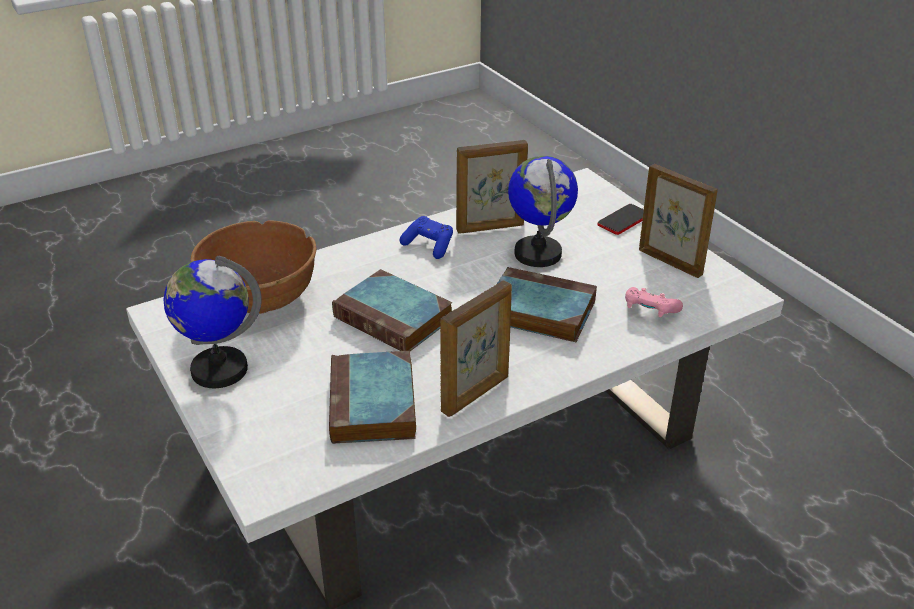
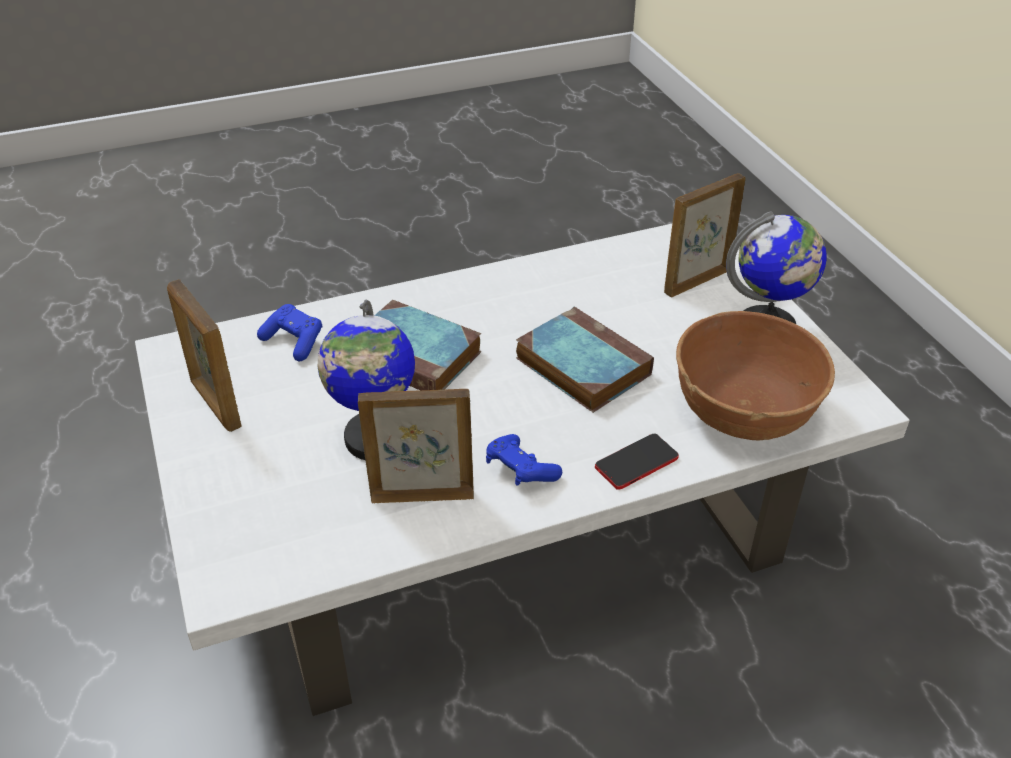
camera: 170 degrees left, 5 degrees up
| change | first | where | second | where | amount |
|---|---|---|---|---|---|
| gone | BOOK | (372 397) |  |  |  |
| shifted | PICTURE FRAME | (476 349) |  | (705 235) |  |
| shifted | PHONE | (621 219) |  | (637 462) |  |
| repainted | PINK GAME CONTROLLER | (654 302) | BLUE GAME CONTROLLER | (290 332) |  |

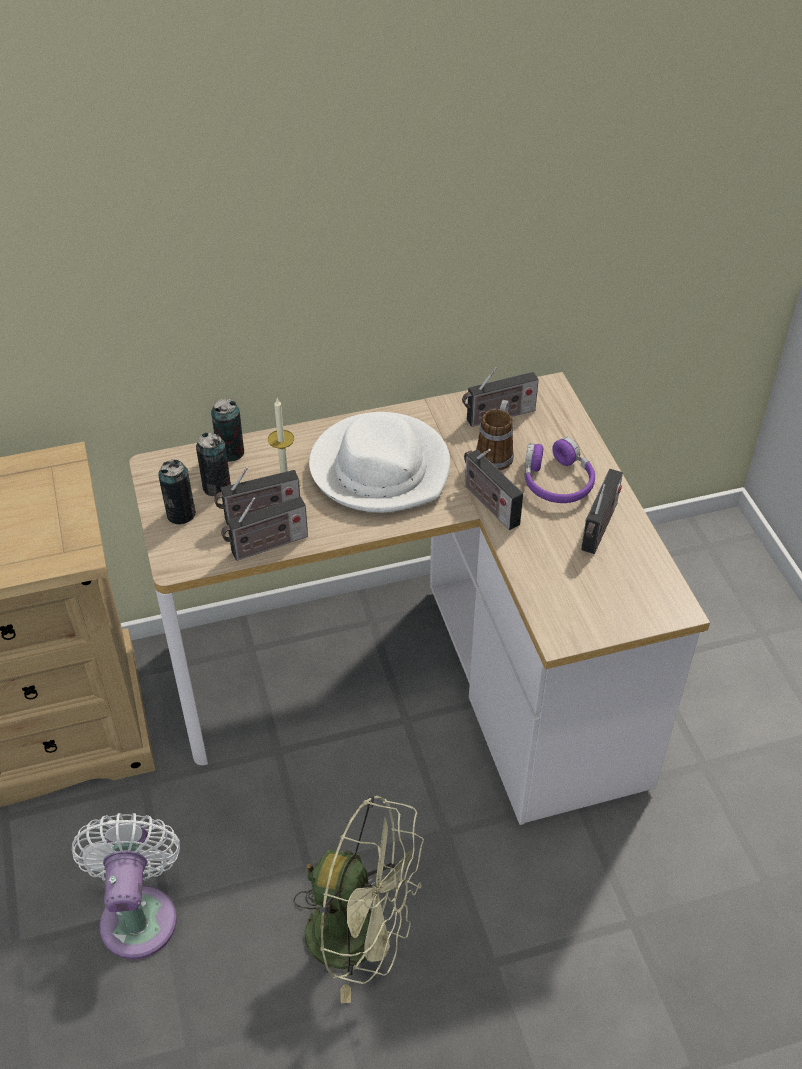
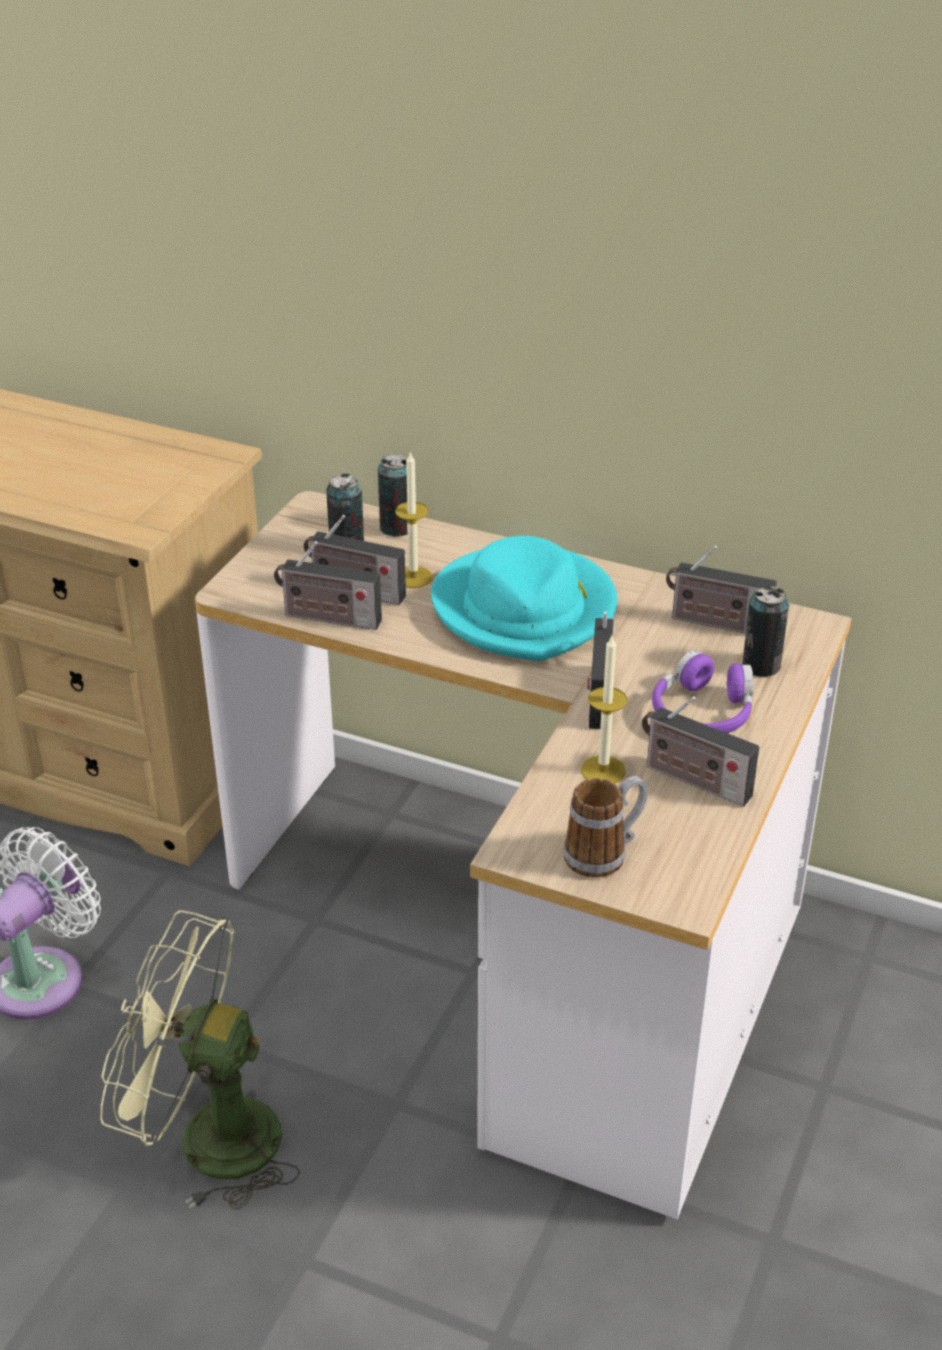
camera: 40 degrees right, 10 degrees down
| change | first | where | second | where | amount |
|---|---|---|---|---|---|
| new |  |  | CANDLE | (604 710) |  |
| shifted | CAN | (177 492) |  | (766 631) |  |
| shifted | MUG | (495 435) |  | (605 827) |  |
| repainted | WHITE HAT | (379 462) | TURQUOISE HAT | (524 598) |  |
| rotated | GREEN FAN | (358 899) |  | (200 1060) | 135 degrees clockwise |
| rotated | RADIO | (602 511) |  | (700 751) | 60 degrees clockwise |

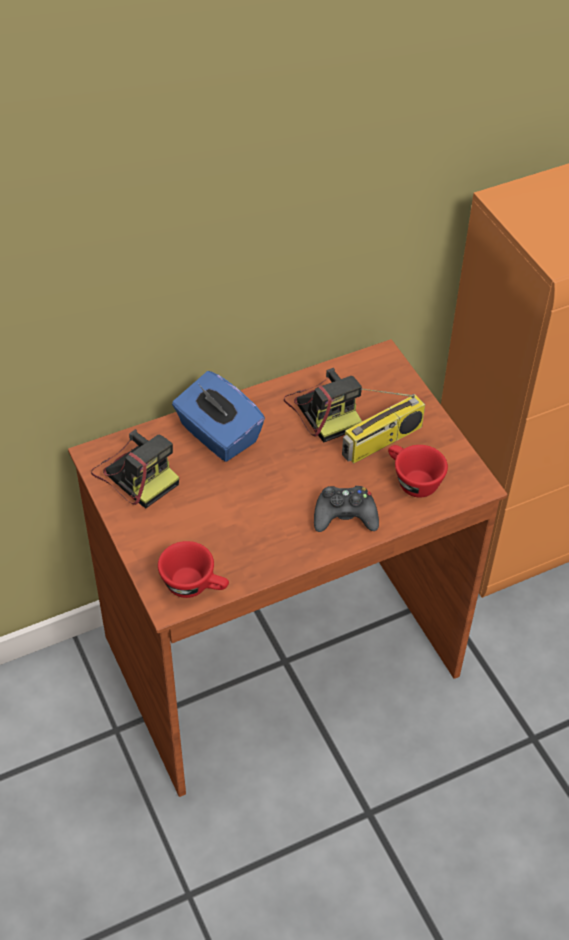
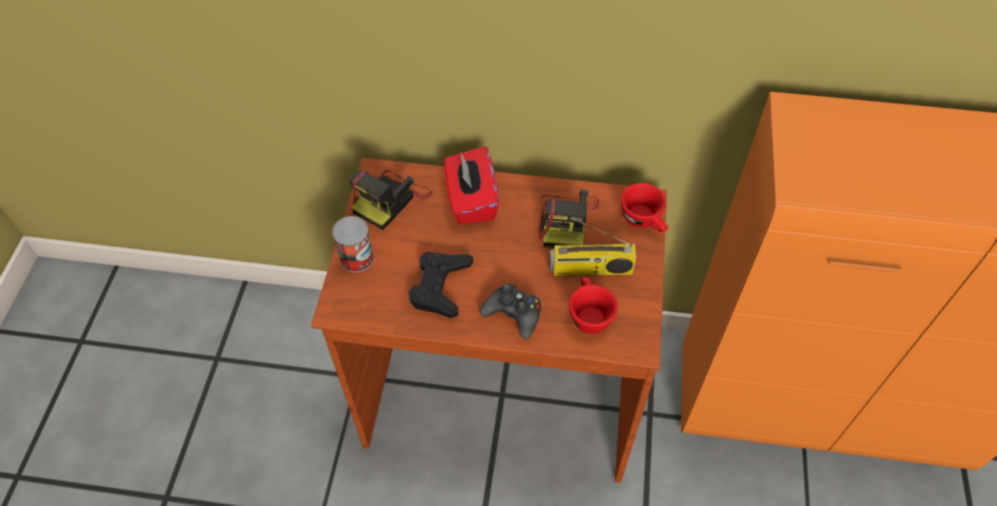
camera: 35 degrees right, 5 degrees up
| change | first | where | second | where | amount |
|---|---|---|---|---|---|
| new |  |  | CAN | (353 244) |  |
| new |  |  | BLACK GAME CONTROLLER | (440 285) |  |
| shifted | RED CUP | (193 569) |  | (644 207) |  |
| repainted | BLUE TISSUE BOX | (218 416) | RED TISSUE BOX | (471 185) |  |
| rotated | PHOTO CAMERA | (135 468) |  | (390 200) | 45 degrees clockwise |

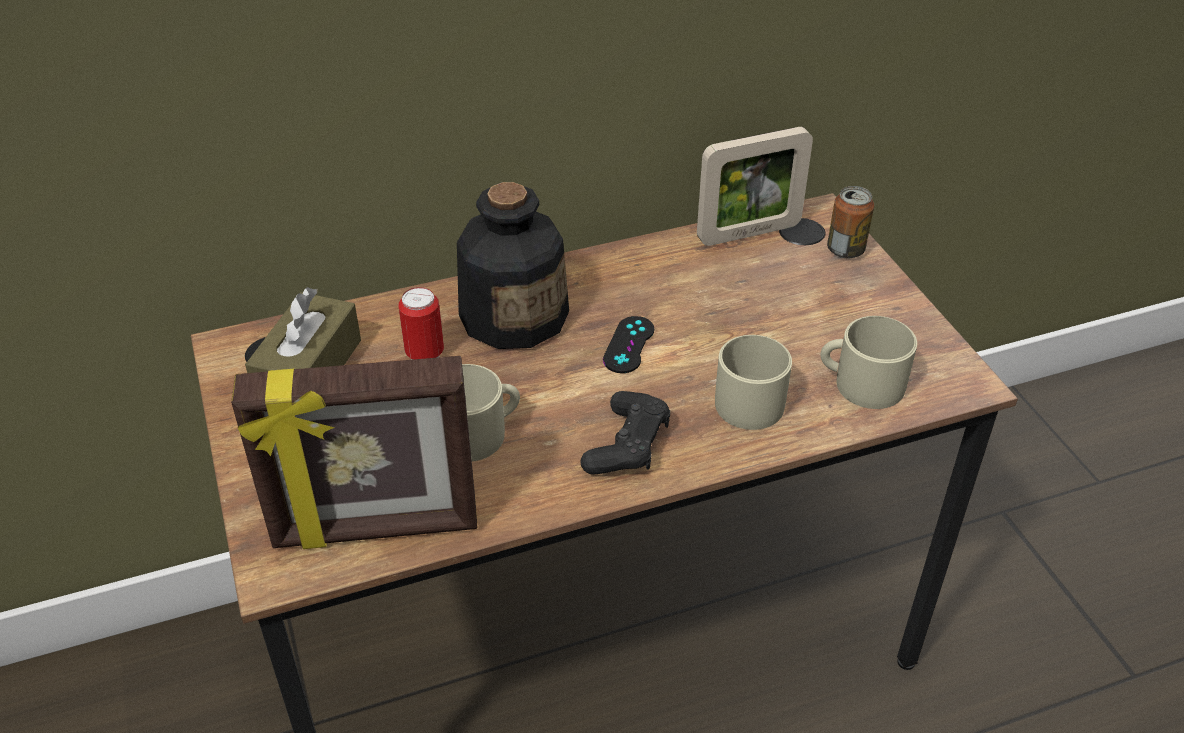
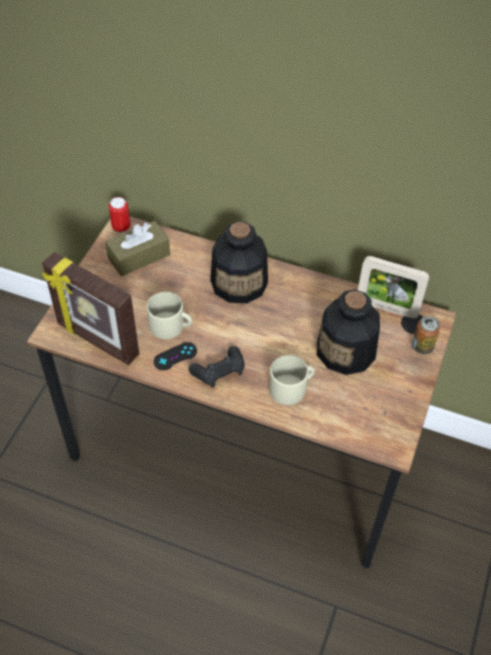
camera: 40 degrees right, 10 degrees up
| change | first | where | second | where | amount |
|---|---|---|---|---|---|
| gone | BEIGE MUG | (869 362) |  |  |  |
| new |  |  | BOTTLE | (348 332) |  |
| shifted | CAN | (421 323) |  | (120 215) |  |
| shifted | BLACK GAME CONTROLLER | (628 344) |  | (175 356) |  |

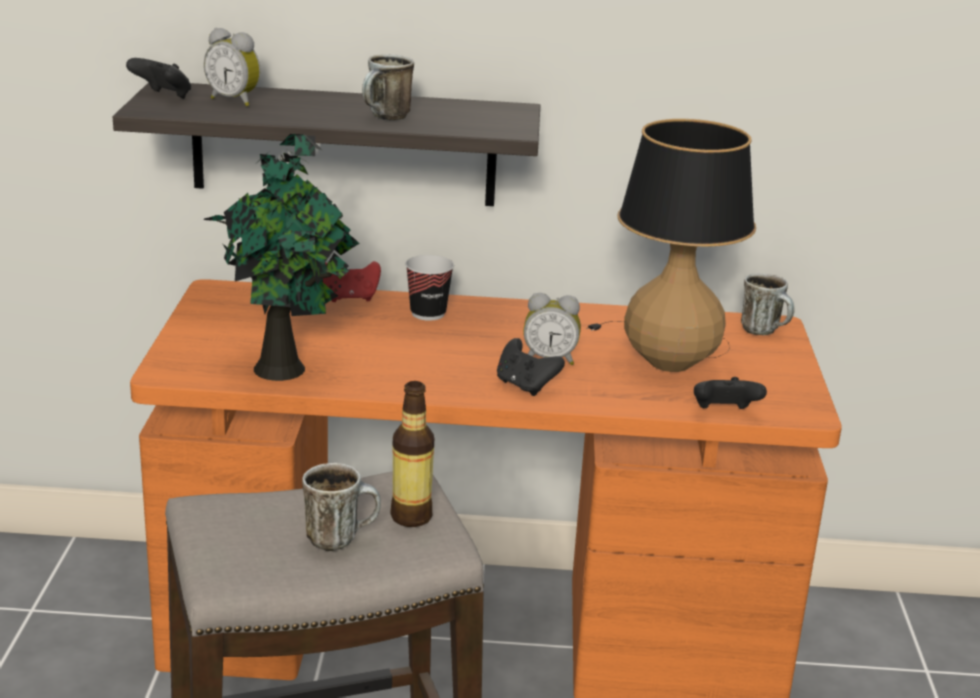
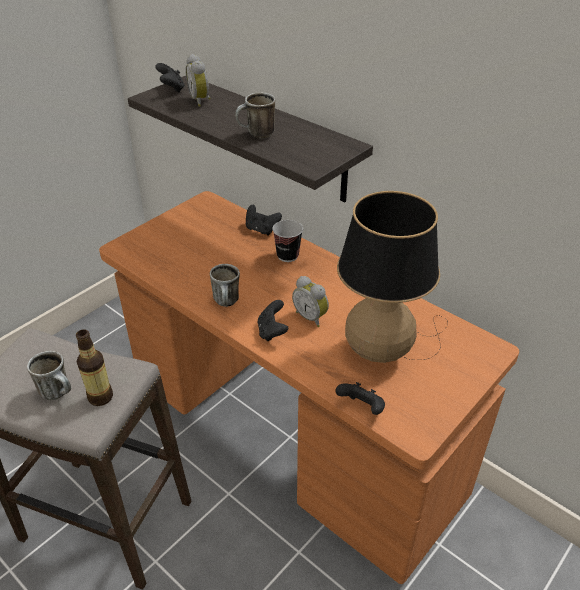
camera: 40 degrees right, 15 degrees up
| change | first | where | second | where | amount |
|---|---|---|---|---|---|
| gone | POTTED PLANT | (281 257) |  |  |  |
| shifted | MUG | (767 304) |  | (225 285) |  |
| repainted | RED GAME CONTROLLER | (352 281) | BLACK GAME CONTROLLER | (264 220) |  |

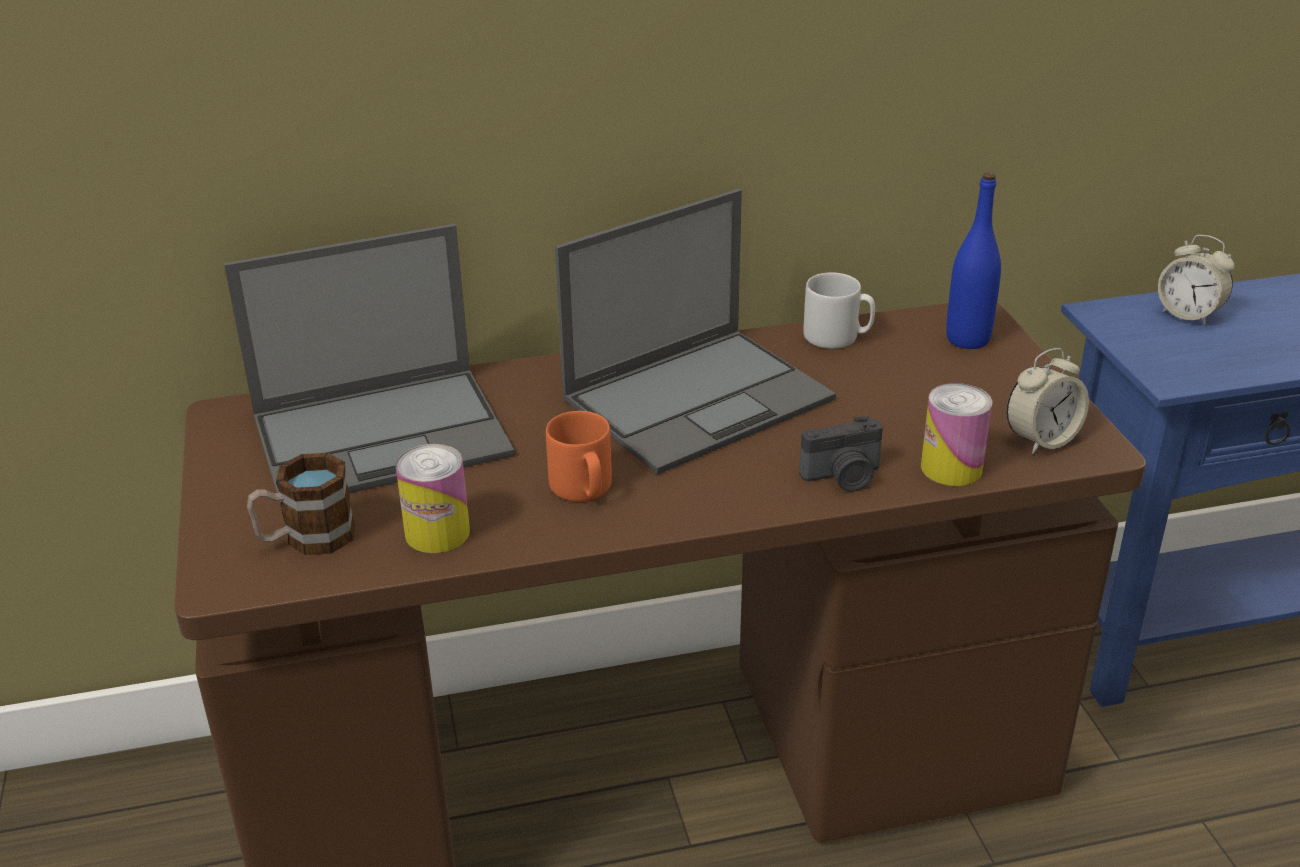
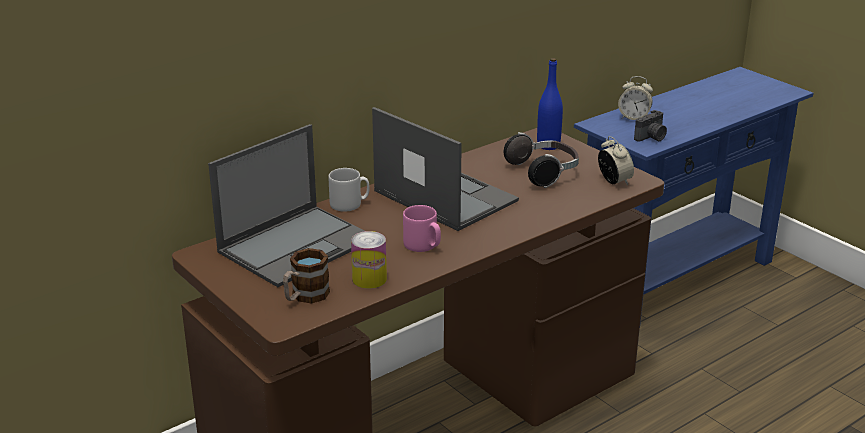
camera: 25 degrees left, 5 degrees down
| change | first | where | second | where | amount |
|---|---|---|---|---|---|
| gone | CAN | (957 434) |  |  |  |
| new |  |  | HEADPHONES | (541 160) |  |
| shifted | PHOTO CAMERA | (841 454) |  | (650 126) |  |
| shifted | GREY MUG | (839 310) |  | (348 190) |  |
| repainted | ORANGE MUG | (579 456) | PINK MUG | (422 228) |  |
| rotated | LAPTOP | (695 331) |  | (445 169) | 75 degrees counterclockwise |
| rotated | ALARM CLOCK | (1047 401) |  | (616 160) | 60 degrees counterclockwise |

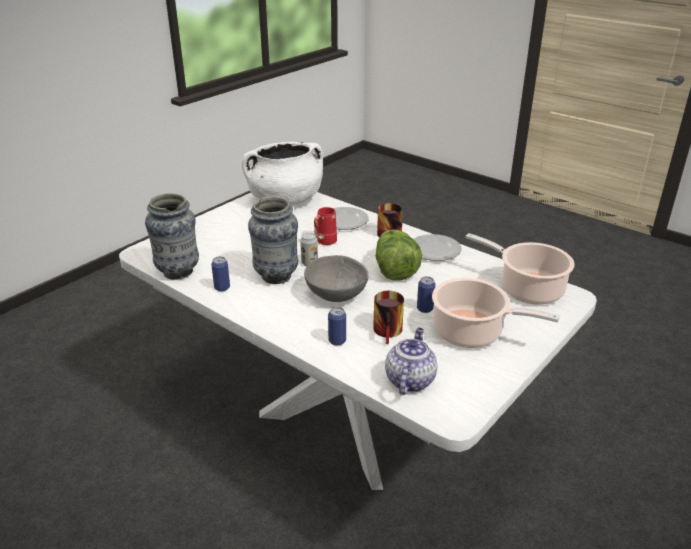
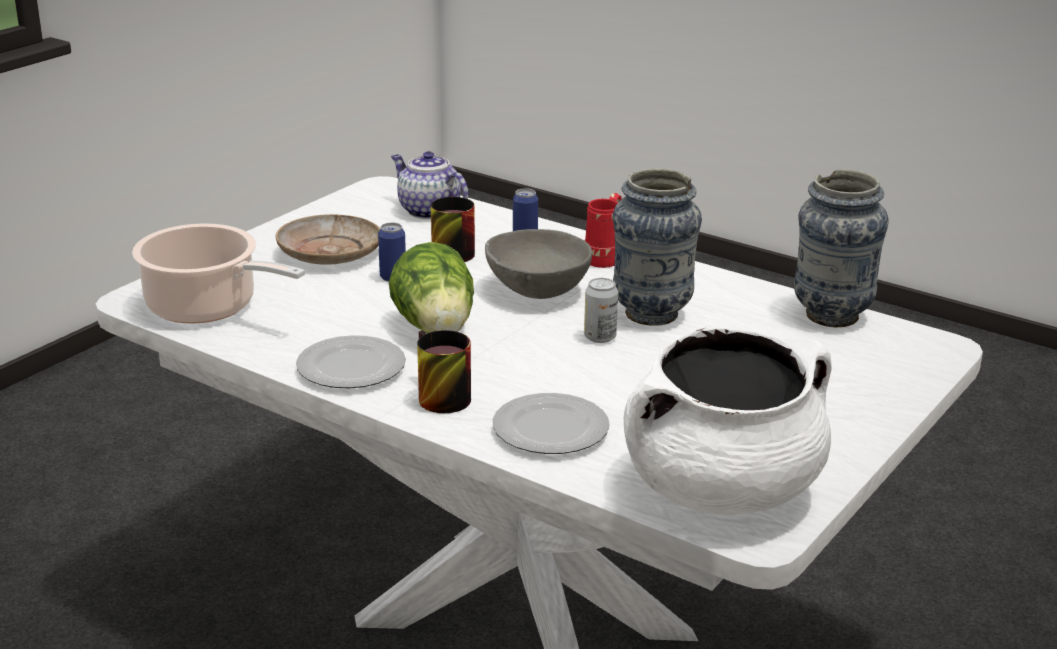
camera: 175 degrees right, 5 degrees down
| change | first | where | second | where | amount |
|---|---|---|---|---|---|
| gone | CAN | (220 273) |  |  |  |
| shifted | RED MUG | (325 226) |  | (603 230) |  |
| swapped | COOKING POT | (496 313) | BEIGE PLATE | (328 239) |  |
| rotated | TEAPOT | (411 361) |  | (429 185) | 120 degrees clockwise |

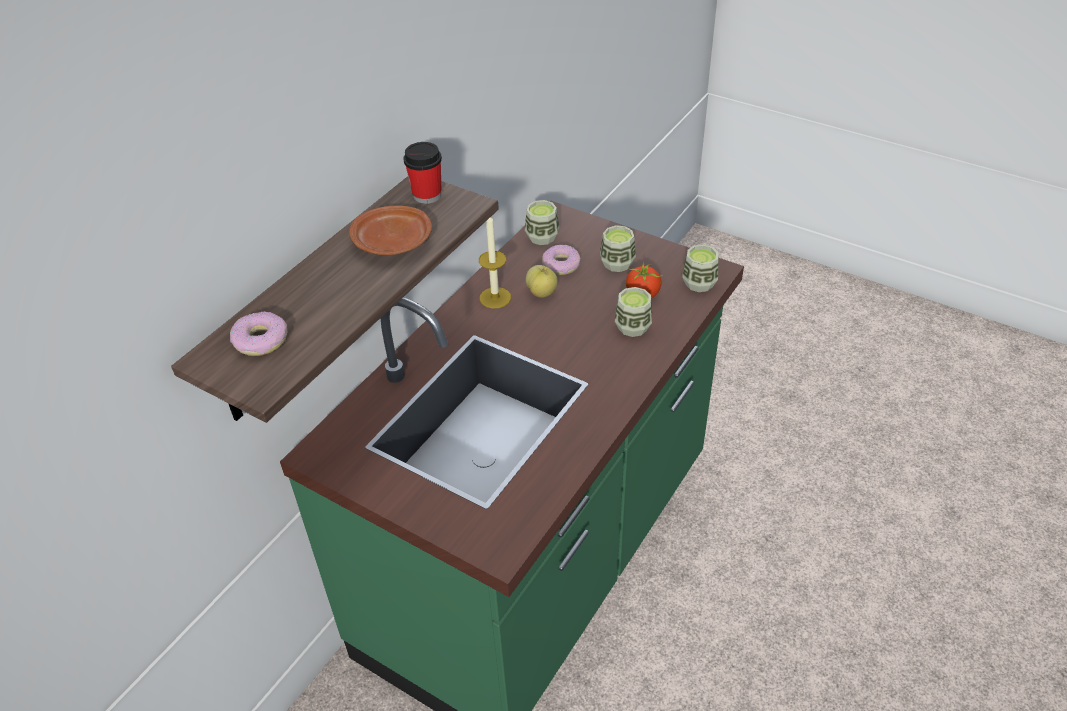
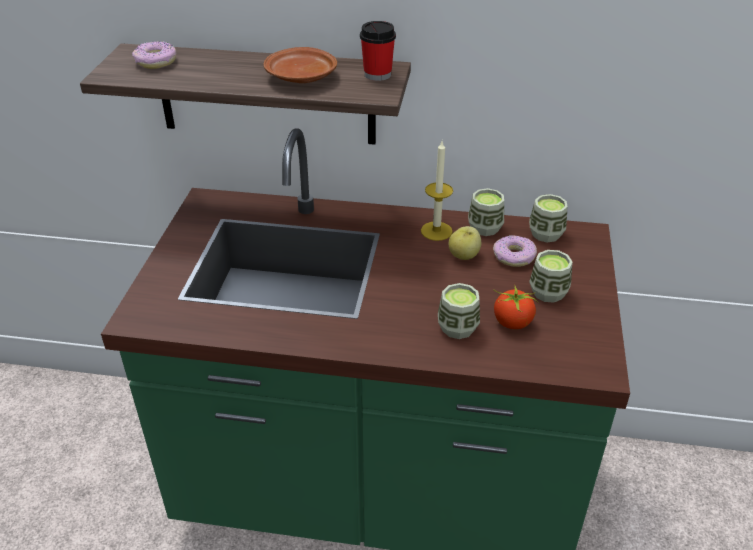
camera: 65 degrees right, 5 degrees down
| change | first | where | second | where | amount |
|---|---|---|---|---|---|
| shifted | CUP | (700 268) |  | (486 212) |  |

